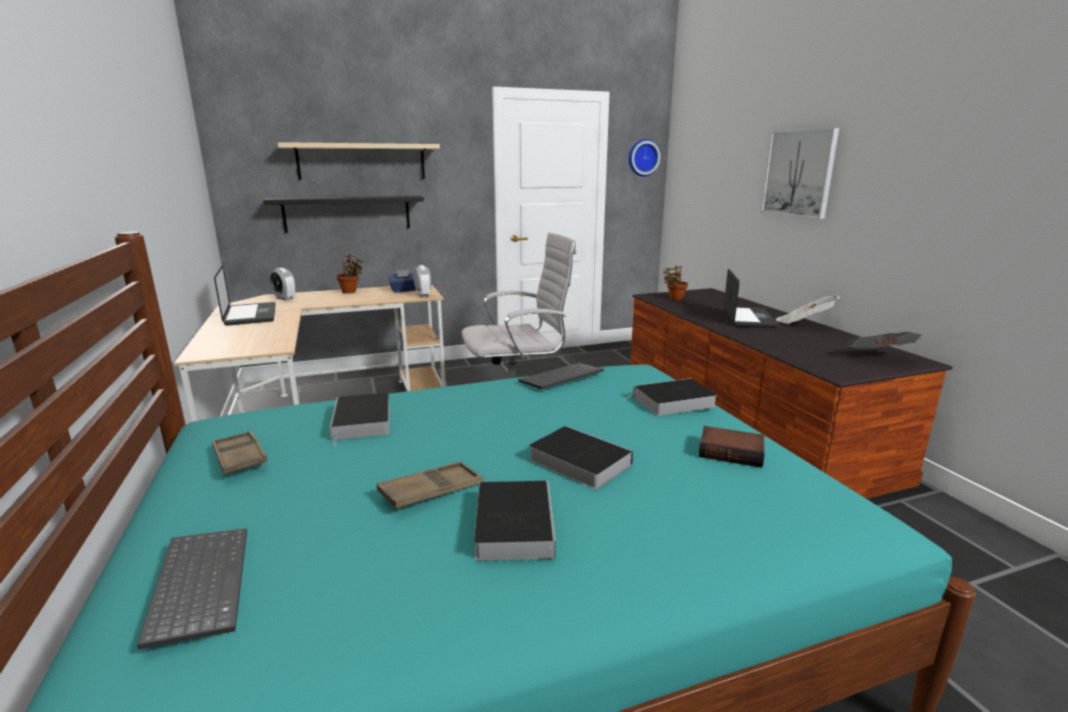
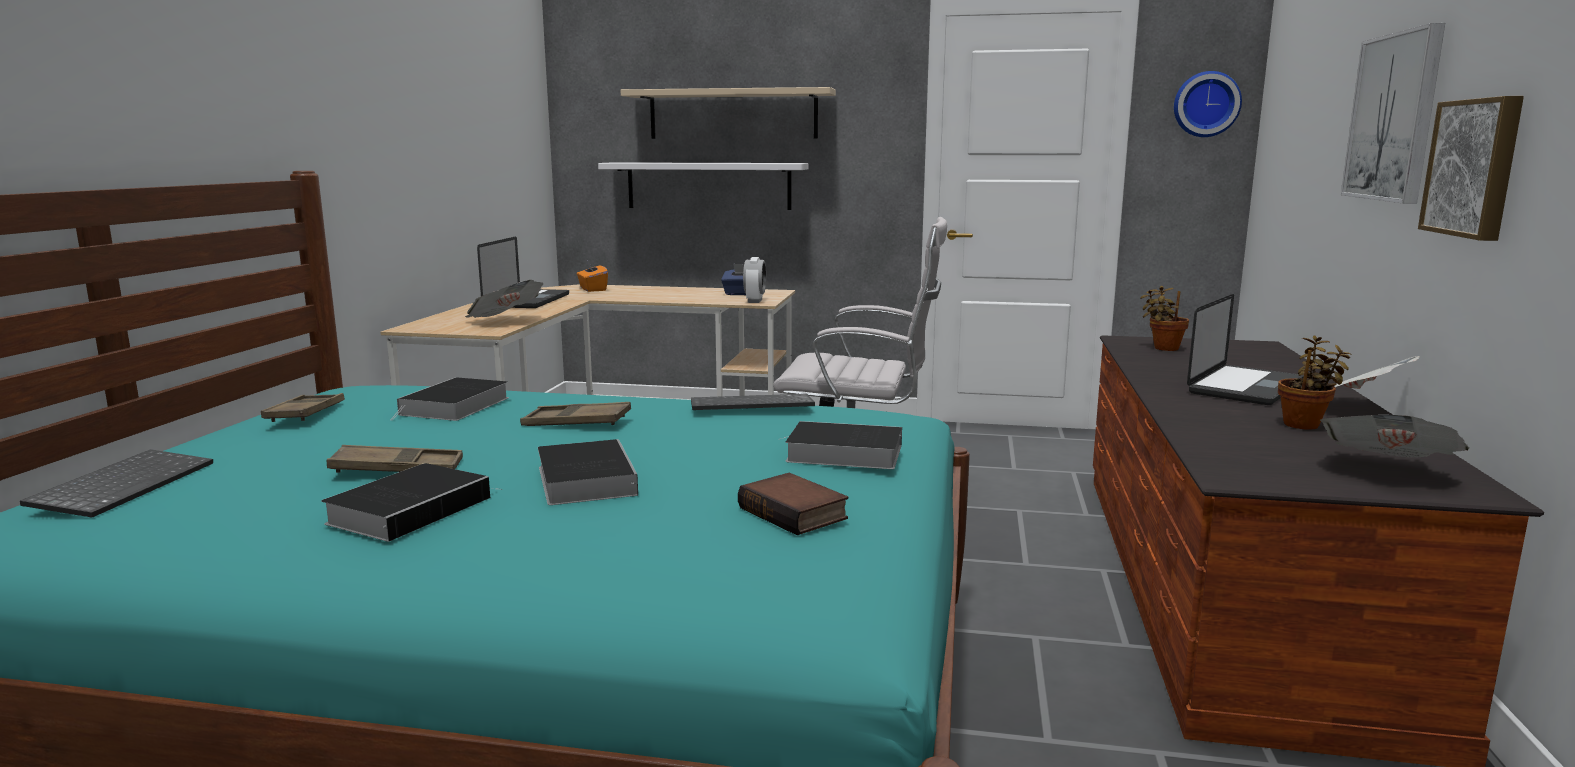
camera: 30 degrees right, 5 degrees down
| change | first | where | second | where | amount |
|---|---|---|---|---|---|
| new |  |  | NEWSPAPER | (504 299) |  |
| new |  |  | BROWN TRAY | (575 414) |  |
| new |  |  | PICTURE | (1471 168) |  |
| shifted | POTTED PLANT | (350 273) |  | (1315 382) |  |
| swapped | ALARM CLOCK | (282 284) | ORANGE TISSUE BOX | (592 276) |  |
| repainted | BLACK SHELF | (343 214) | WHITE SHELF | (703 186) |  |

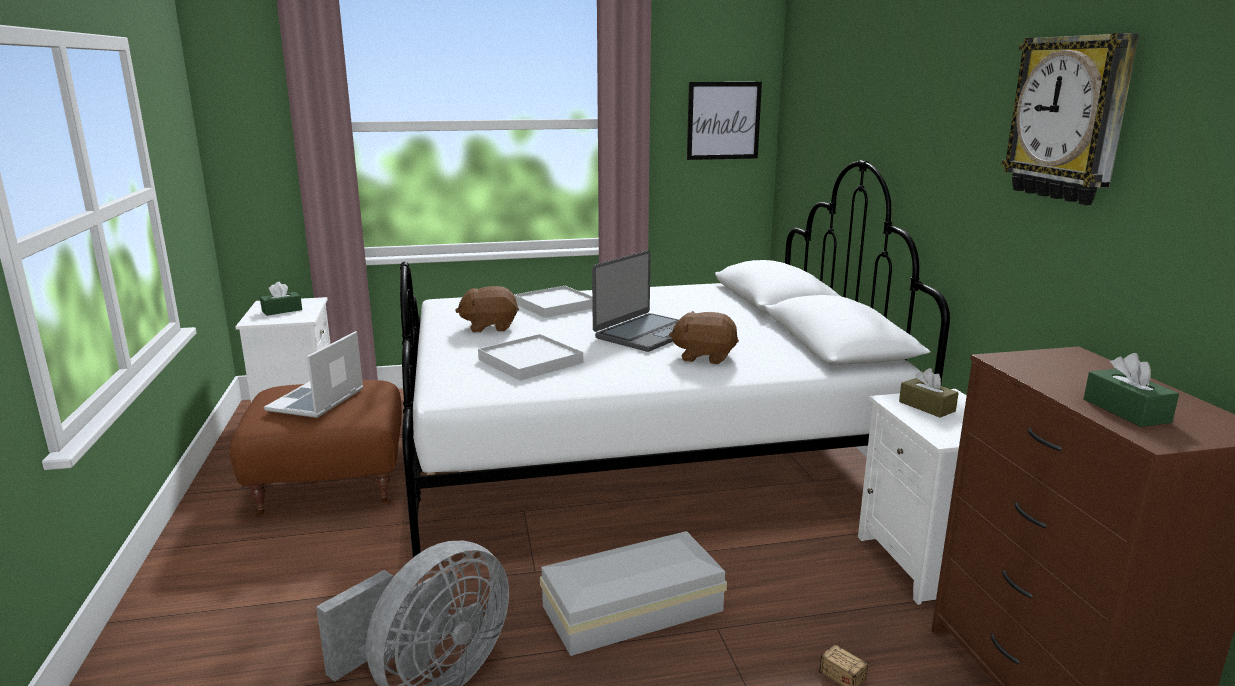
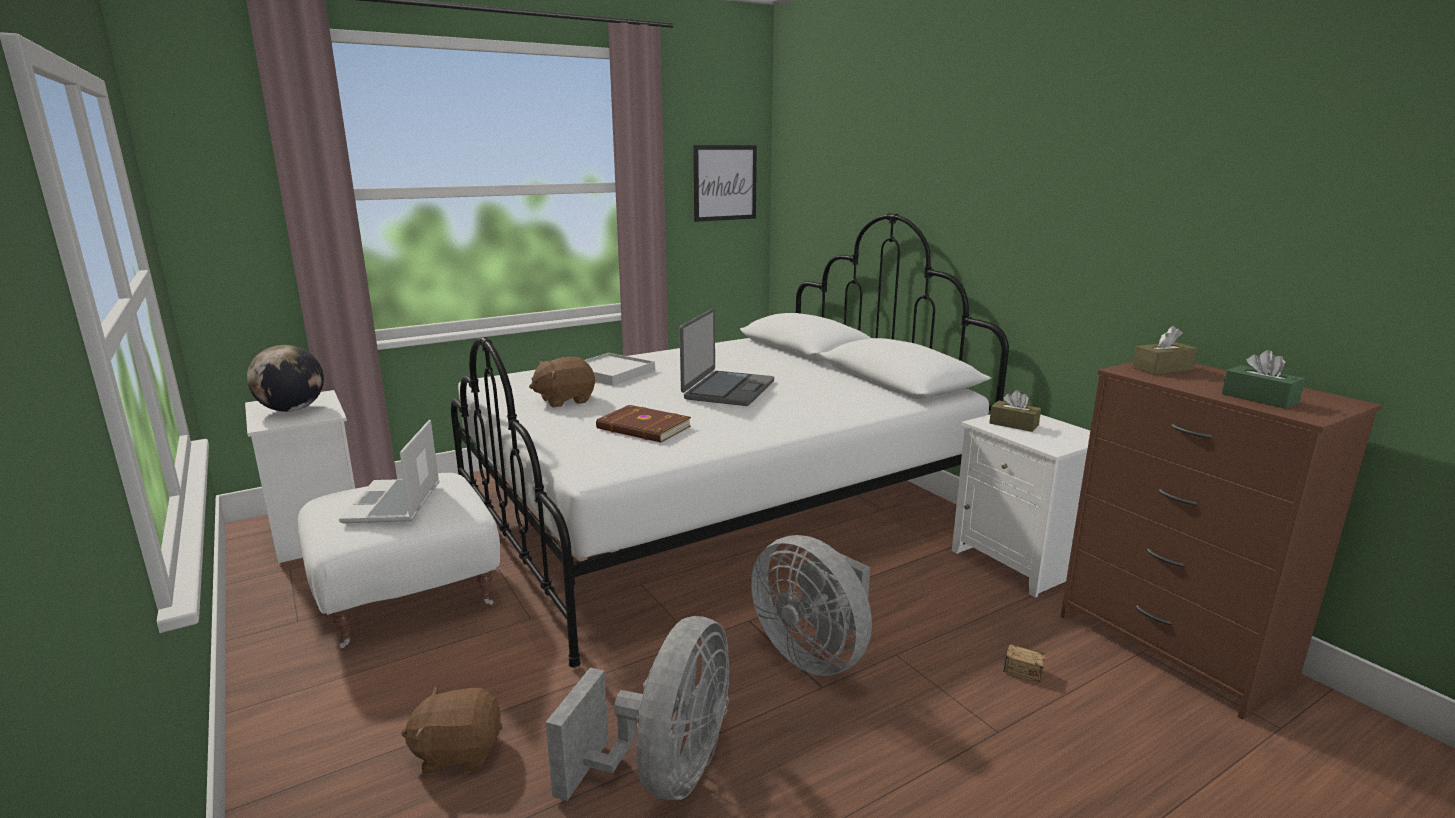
camera: 20 degrees left, 0 degrees up
| change | first | where | second | where | amount |
|---|---|---|---|---|---|
| gone | WALL CLOCK | (1070 119) |  |  |  |
| new |  |  | BROWN TISSUE BOX | (1164 350) |  |
| shifted | BROWN PLUSH TOY | (704 337) |  | (452 731) |  |
| swapped | GREEN TISSUE BOX | (281 299) | GLOBE | (285 378) |  |
| swapped | WHITE TRAY | (530 357) | BROWN BOOK | (643 423) |  |
| swapped | WHITE STORAGE BOX | (633 593) | GREY FAN | (811 605) |  |
| repainted | BROWN OTTOMAN | (316 448) | WHITE OTTOMAN | (399 560) |  |

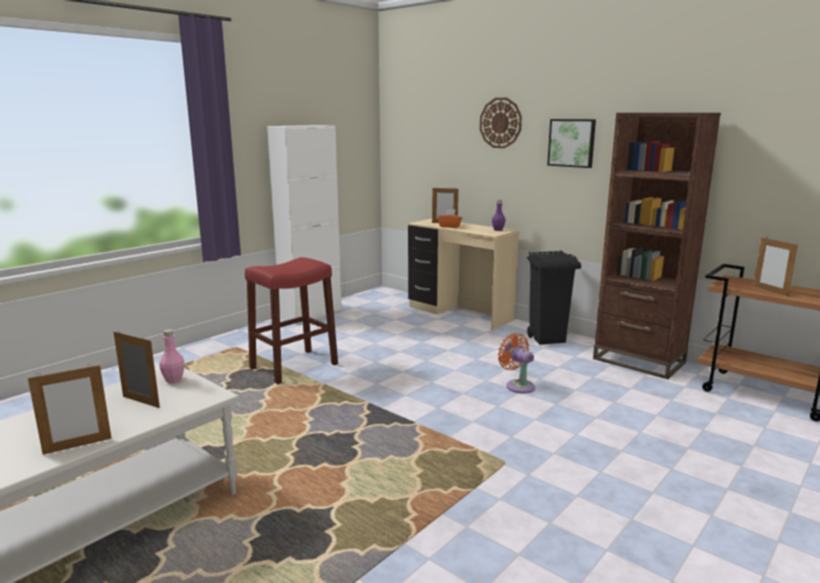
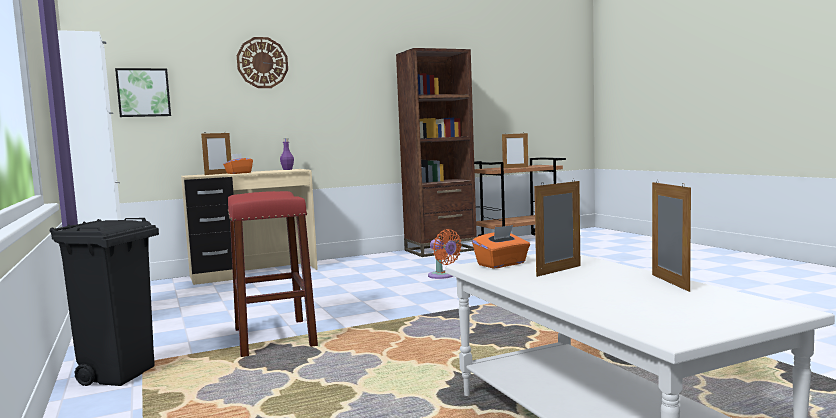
camera: 65 degrees left, 10 degrees down
| change | first | where | second | where | amount |
|---|---|---|---|---|---|
| shifted | BLACK TRASH CAN | (554 297) |  | (104 302) |  |
| shifted | PICTURE | (571 143) |  | (143 92) |  |
| swapped | PINK BOTTLE | (172 356) | ORANGE TISSUE BOX | (501 247) |  |
| rotated | ORANGE FAN | (516 363) |  | (445 254) | 120 degrees counterclockwise |

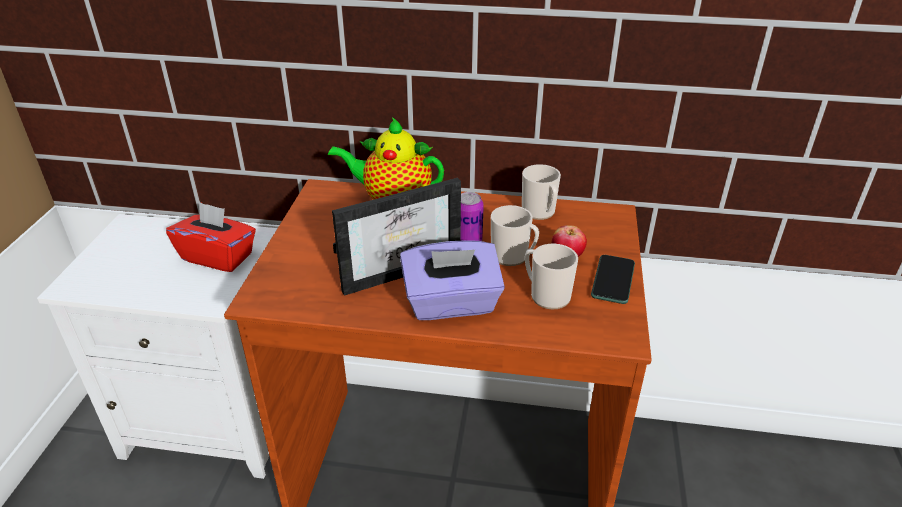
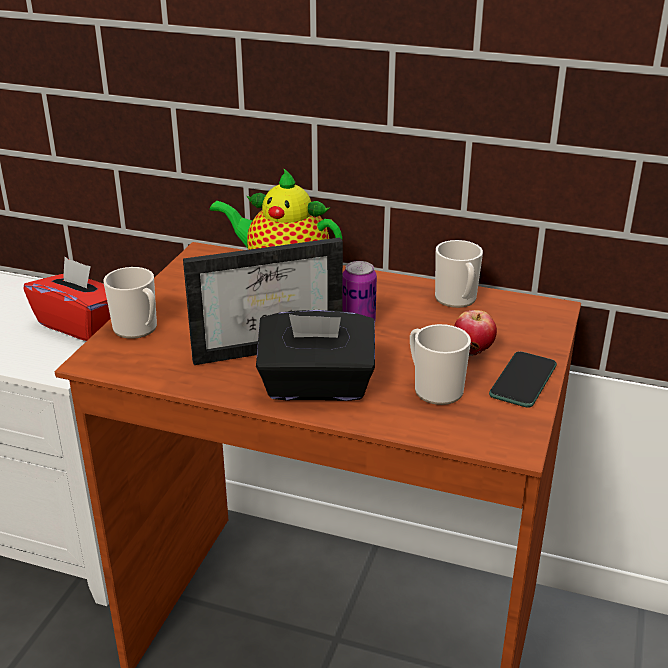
camera: 10 degrees right, 5 degrees down
| change | first | where | second | where | amount |
|---|---|---|---|---|---|
| shifted | MUG | (515 235) |  | (130 303) |  |
| repainted | PURPLE TISSUE BOX | (452 280) | BLACK TISSUE BOX | (315 355) |  |

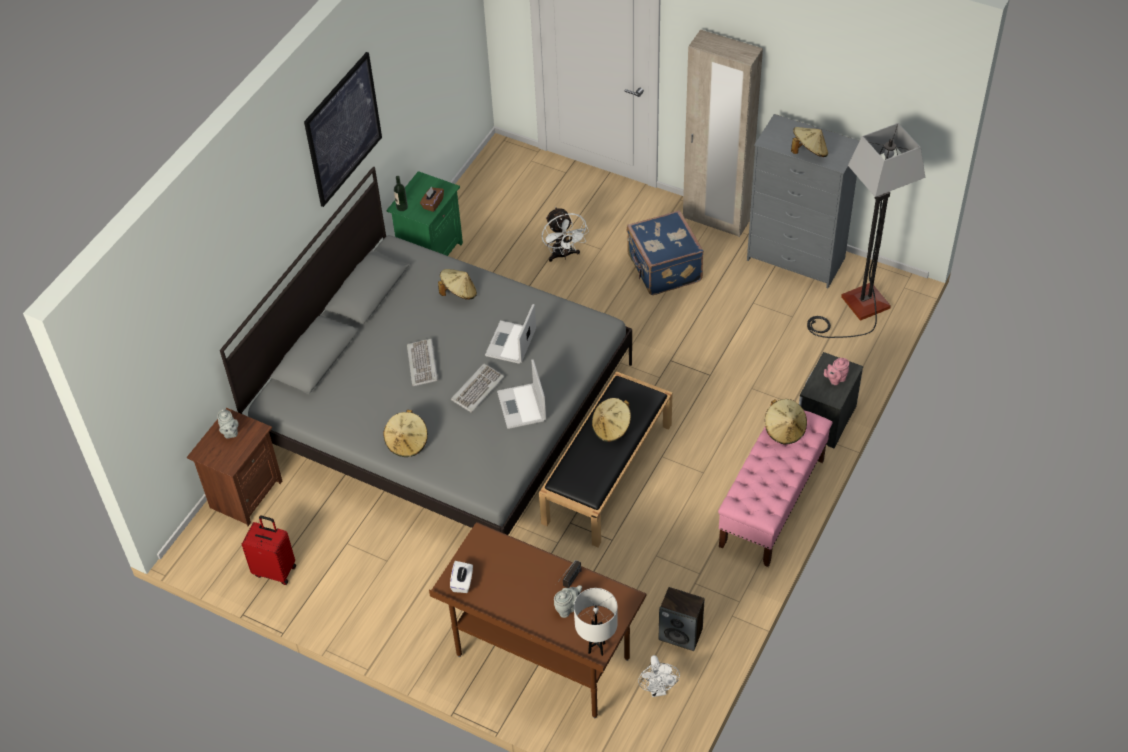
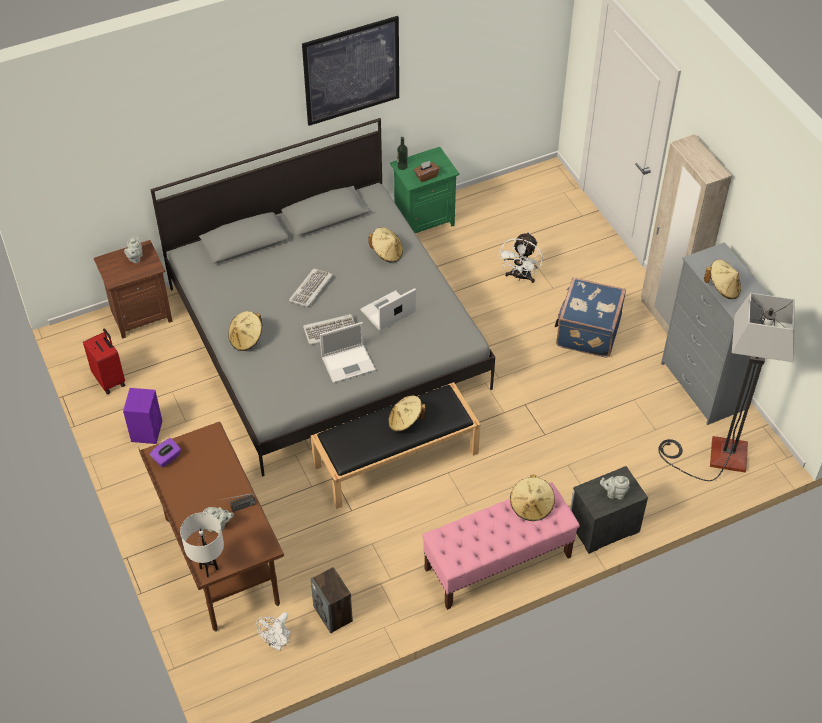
camera: 35 degrees right, 0 degrees up
| change | first | where | second | where | amount |
|---|---|---|---|---|---|
| new |  |  | PURPLE SPEAKER | (142 416) |  |
| repainted | WHITE TISSUE BOX | (461 577) | PURPLE TISSUE BOX | (165 453) |  |
| repainted | PINK TEAPOT | (836 371) | GREY TEAPOT | (615 488) |  |
| rotated | LAPTOP | (521 394) |  | (348 352) | 135 degrees counterclockwise |

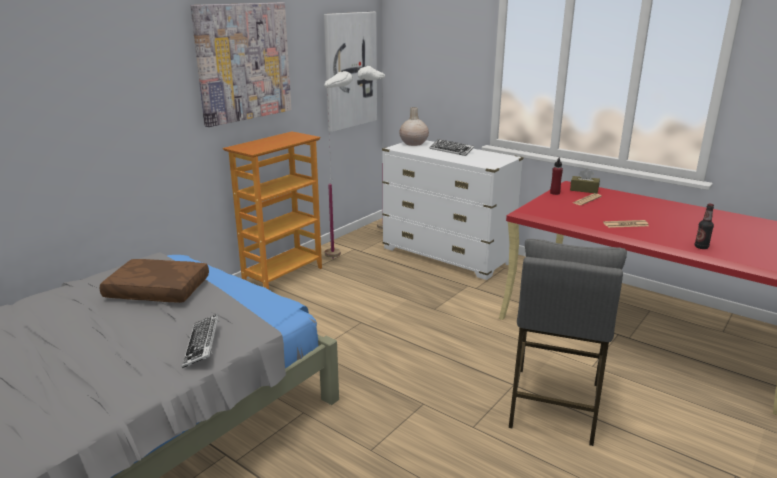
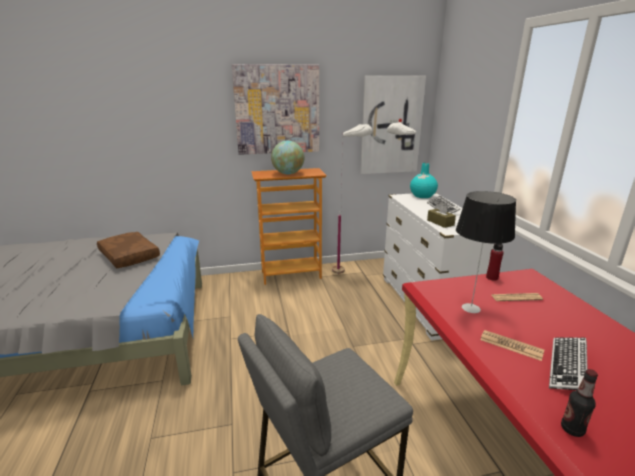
camera: 40 degrees right, 0 degrees up
| change | first | where | second | where | amount |
|---|---|---|---|---|---|
| new |  |  | GLOBE | (287 157) |  |
| new |  |  | TABLE LAMP | (486 252) |  |
| shifted | KEYBOARD | (200 341) |  | (568 363) |  |
| shifted | BROWN TISSUE BOX | (585 181) |  | (441 215) |  |
| repainted | BEIGE VASE | (414 126) | TURQUOISE VASE | (424 180) |  |

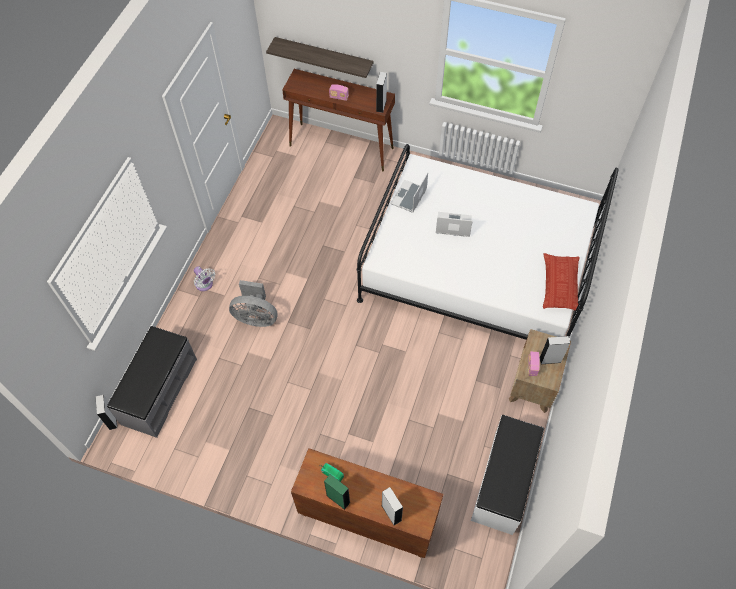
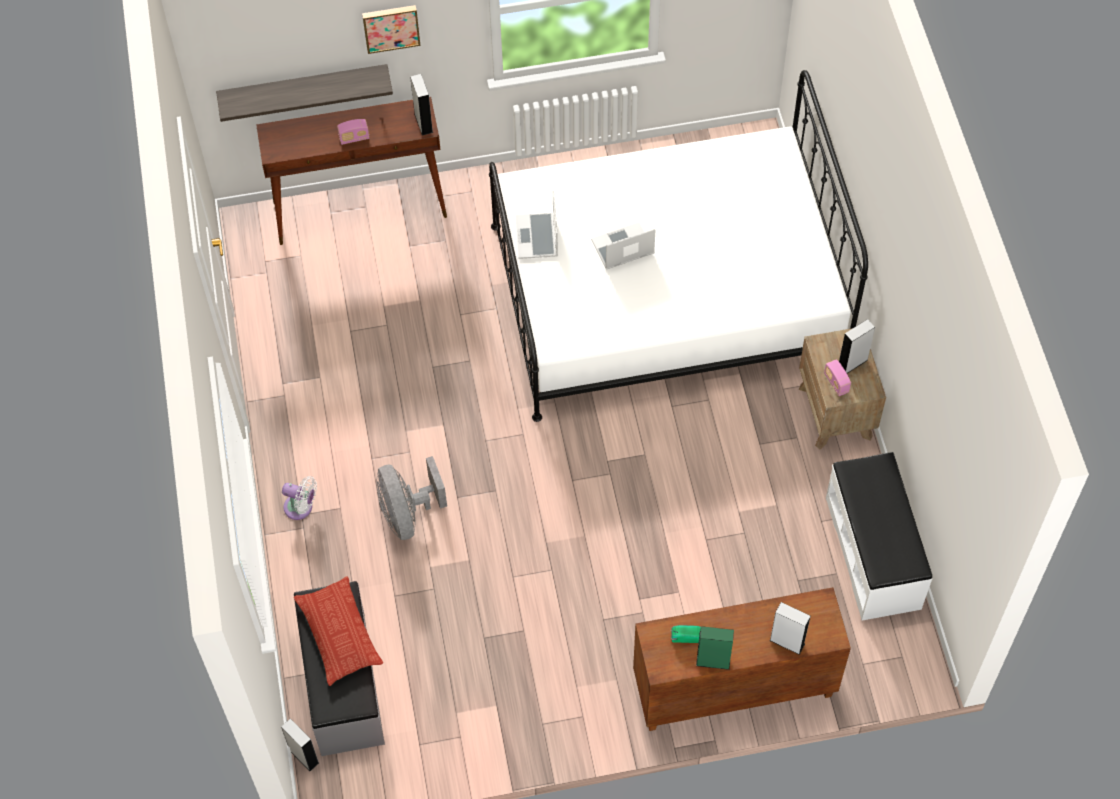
camera: 30 degrees left, 0 degrees up
| change | first | where | second | where | amount |
|---|---|---|---|---|---|
| new |  |  | PICTURE | (391 29) |  |
| shifted | PILLOW | (561 282) |  | (338 631) |  |
| rotated | GREY FAN | (253 303) |  | (411 498) | 90 degrees clockwise |

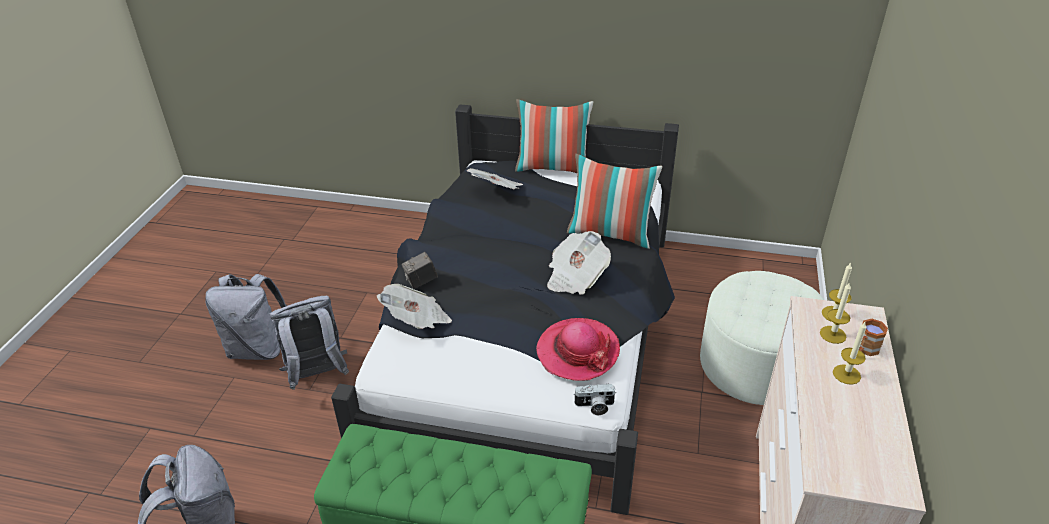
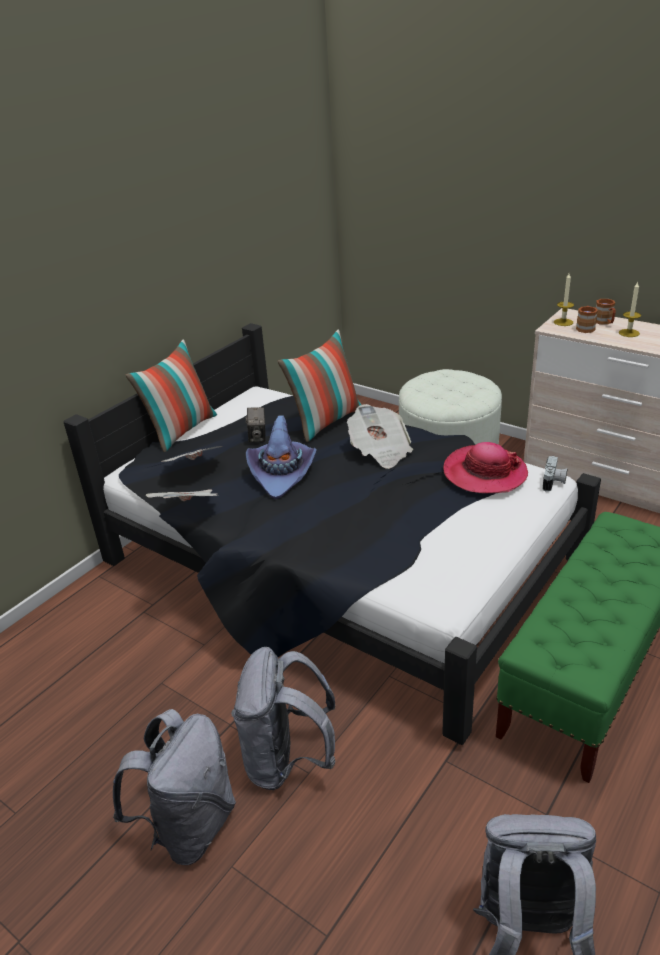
camera: 65 degrees left, 5 degrees down
| change | first | where | second | where | amount |
|---|---|---|---|---|---|
| new |  |  | PURPLE HAT | (281 457) |  |
| shifted | NEWSPAPER | (414 306) |  | (182 495) |  |
| shifted | PHOTO CAMERA | (419 270) |  | (255 425) |  |
| swapped | CANDLE | (835 313) | BROWN MUG | (587 319) |  |

